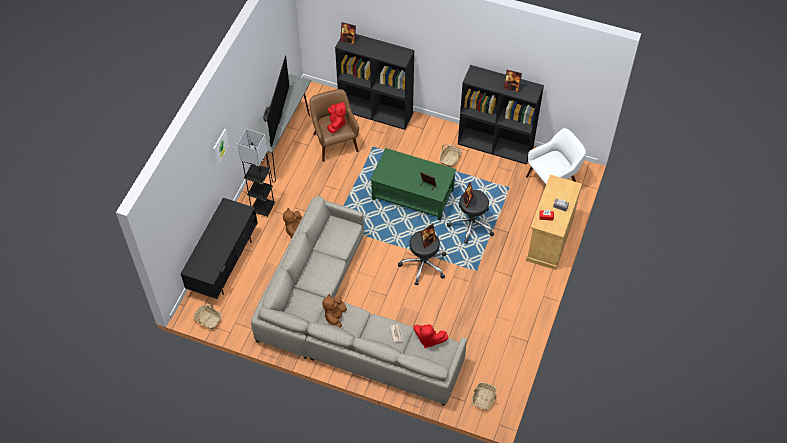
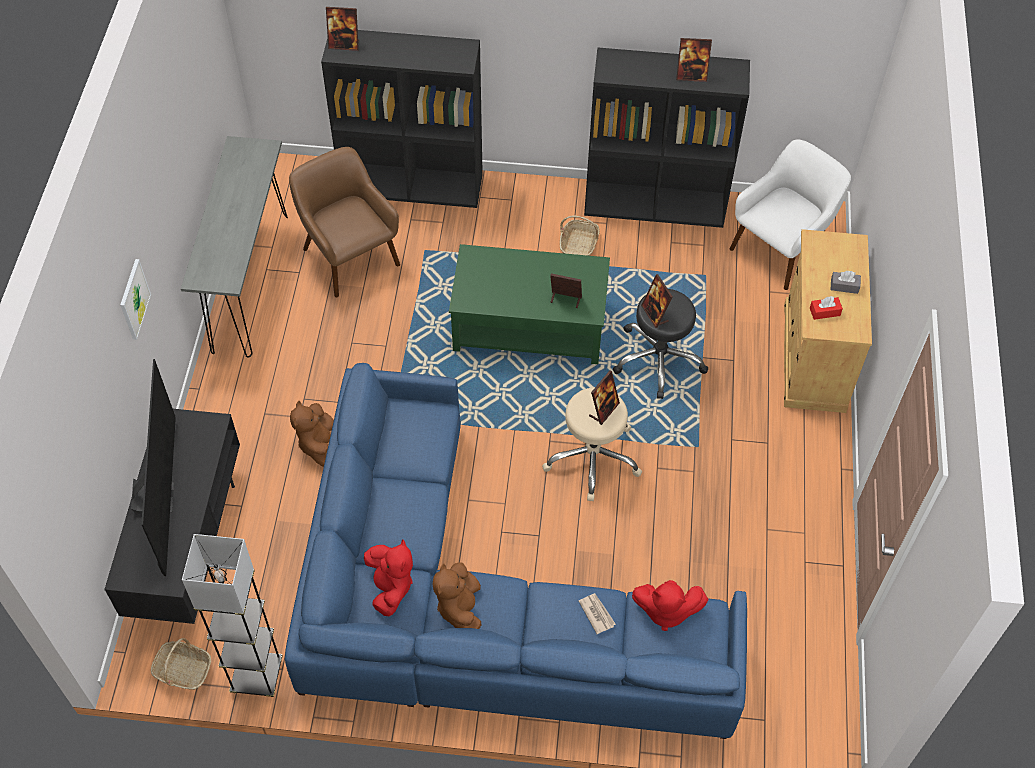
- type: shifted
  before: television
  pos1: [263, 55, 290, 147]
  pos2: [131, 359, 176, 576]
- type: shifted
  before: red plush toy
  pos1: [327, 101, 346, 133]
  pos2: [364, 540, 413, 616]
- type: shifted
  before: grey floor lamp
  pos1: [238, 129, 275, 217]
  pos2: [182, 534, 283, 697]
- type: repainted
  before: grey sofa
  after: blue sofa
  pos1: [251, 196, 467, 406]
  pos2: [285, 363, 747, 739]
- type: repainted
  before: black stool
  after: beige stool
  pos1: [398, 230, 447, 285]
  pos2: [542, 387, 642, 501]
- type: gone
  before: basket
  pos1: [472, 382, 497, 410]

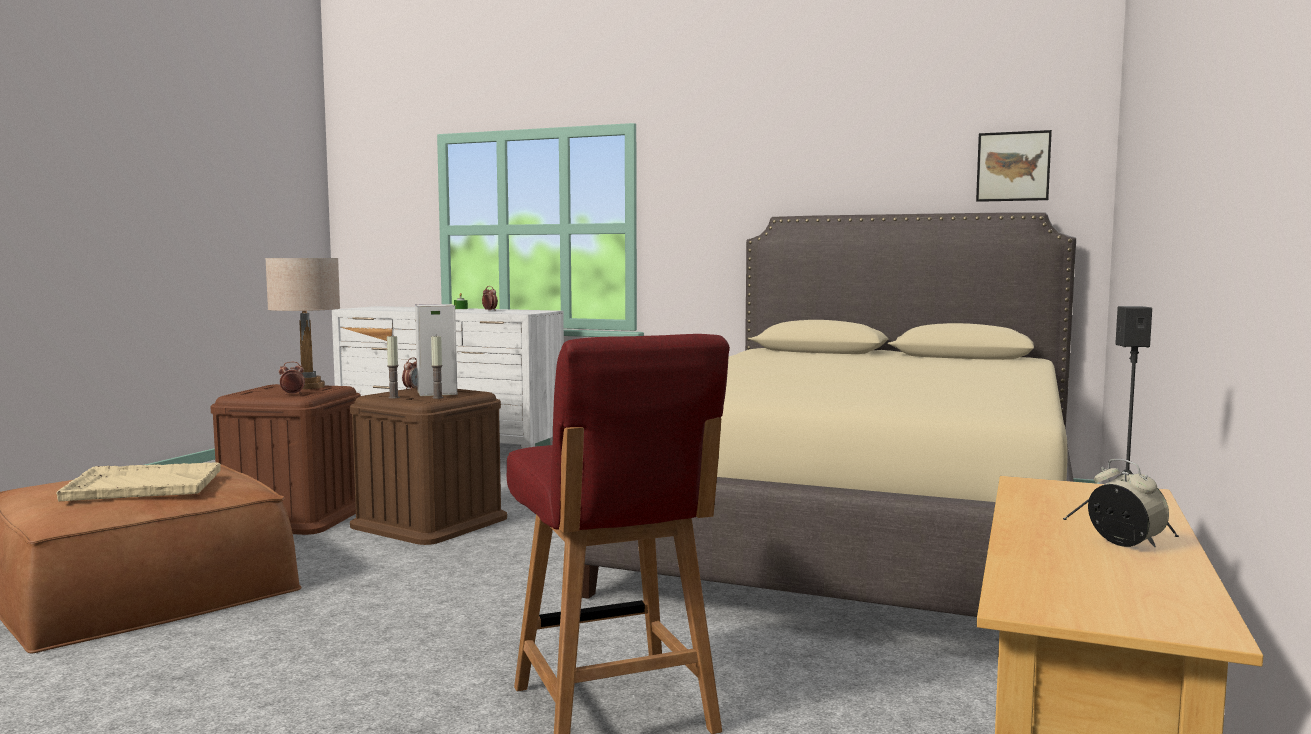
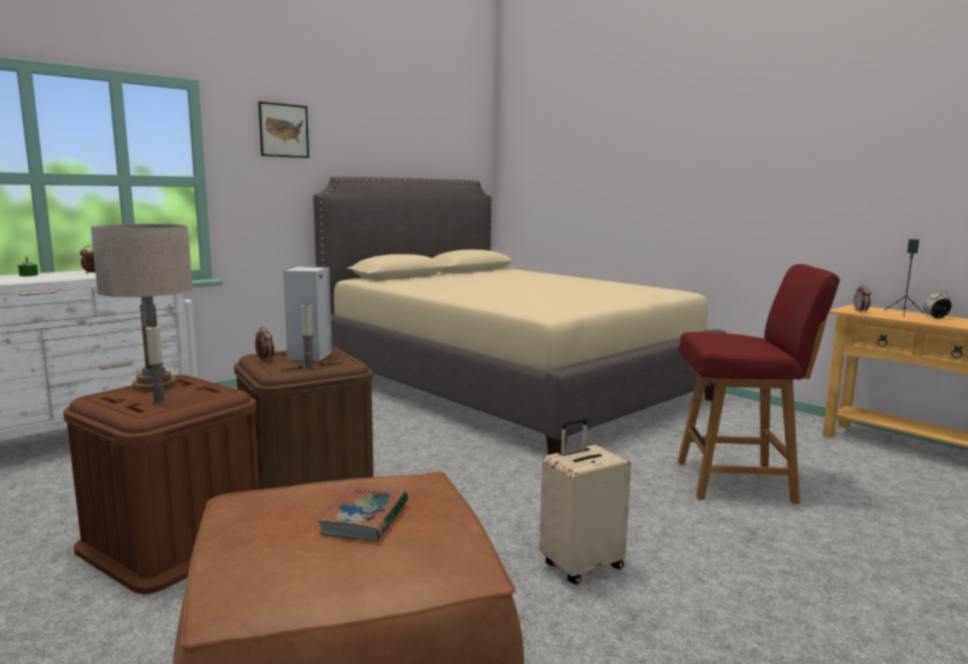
- type: shifted
  before: picture
  pos1: [976, 130, 1052, 202]
  pos2: [258, 101, 309, 158]
- type: shifted
  before: candle
  pos1: [431, 336, 443, 399]
  pos2: [146, 325, 167, 404]
- type: shifted
  before: alarm clock
  pos1: [279, 362, 305, 395]
  pos2: [854, 285, 871, 313]
- type: swapped
  before: beige tray
  after: book
  pos1: [56, 462, 221, 501]
  pos2: [318, 484, 408, 541]
- type: new
  after: beige suitcase
  pos2: [539, 417, 631, 584]

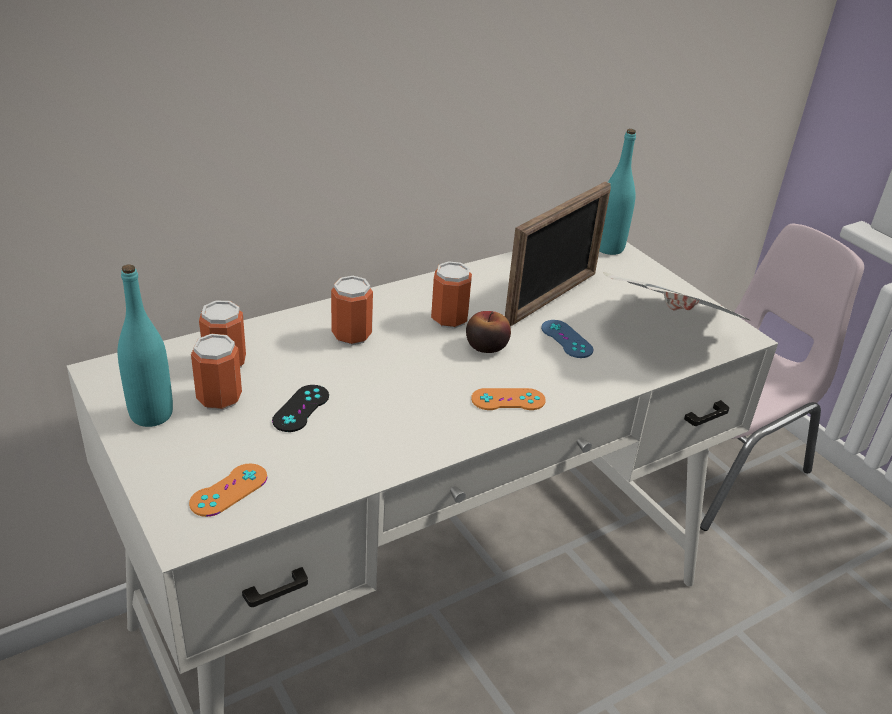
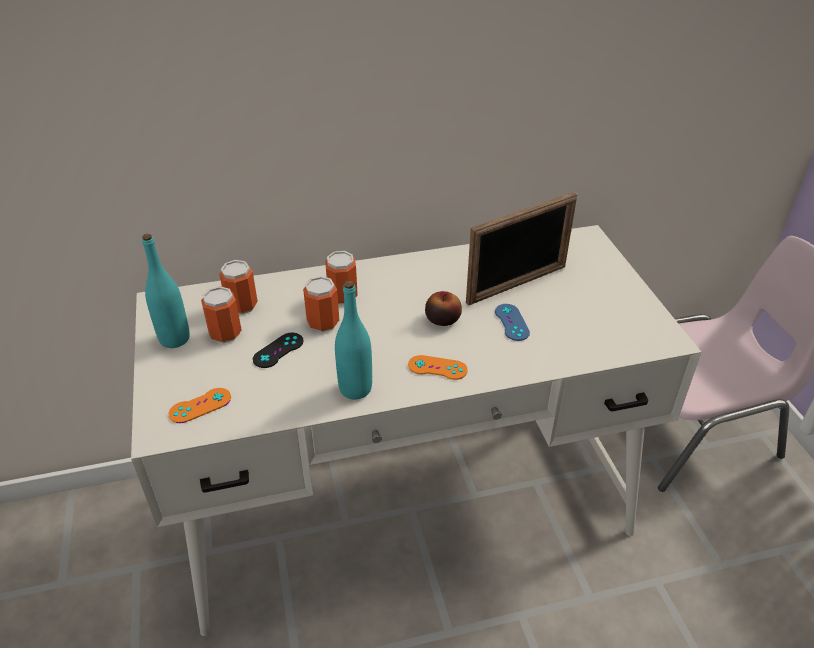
- type: shifted
  before: turquoise bottle
  pos1: [599, 129, 636, 255]
  pos2: [335, 281, 372, 400]
- type: shifted
  before: can
  pos1: [431, 261, 472, 329]
  pos2: [303, 276, 339, 332]
- type: gone
  before: newspaper
  pos1: [603, 272, 751, 321]

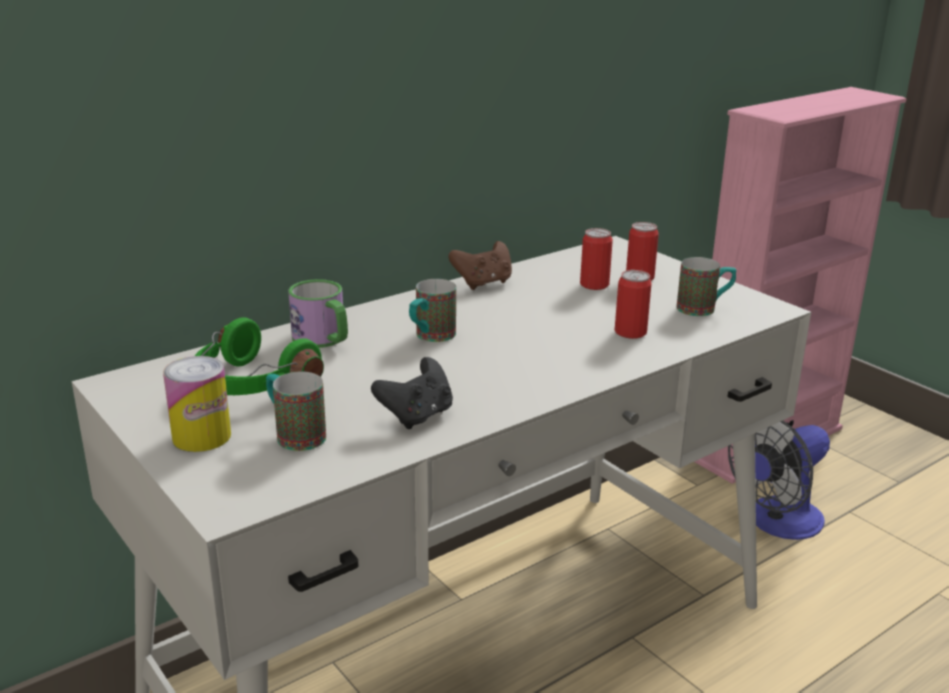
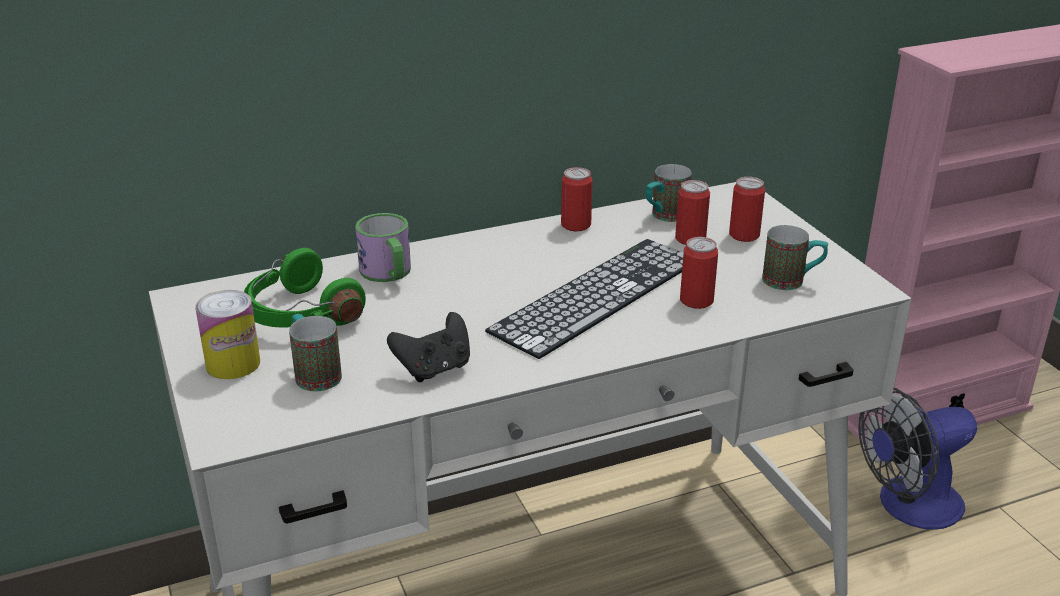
- type: swapped
  before: brown game controller
  after: can
  pos1: [448, 241, 512, 290]
  pos2: [561, 167, 592, 231]
- type: shifted
  before: mug
  pos1: [409, 279, 456, 342]
  pos2: [645, 164, 692, 222]
- type: new
  after: keyboard
  pos2: [485, 239, 684, 359]

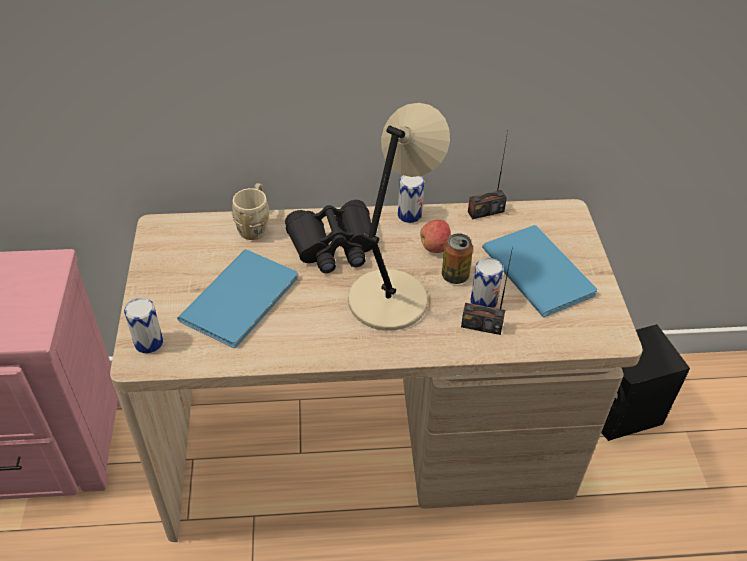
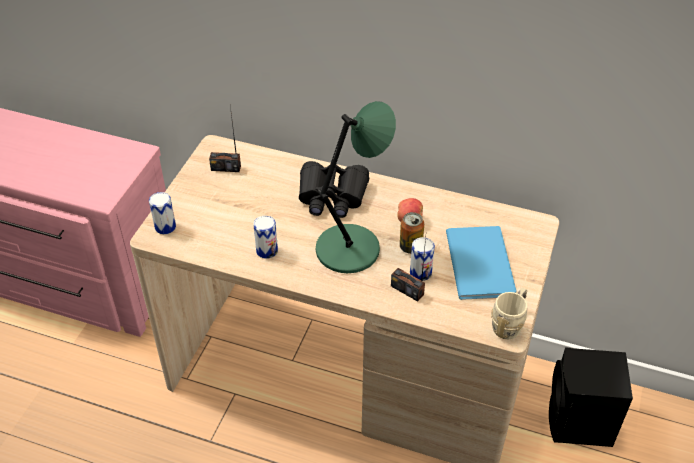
- type: repainted
  before: beige table lamp
  after: green table lamp
  pos1: [348, 103, 450, 331]
  pos2: [316, 101, 396, 273]
- type: shifted
  before: radio
  pos1: [468, 132, 508, 219]
  pos2: [209, 106, 241, 172]
- type: shifted
  before: can
  pos1: [398, 175, 425, 223]
  pos2: [253, 216, 278, 259]
- type: shifted
  before: beige mug
  pos1: [232, 183, 269, 240]
  pos2: [491, 288, 527, 340]
- type: gone
  before: blue book
  pos1: [177, 249, 298, 348]

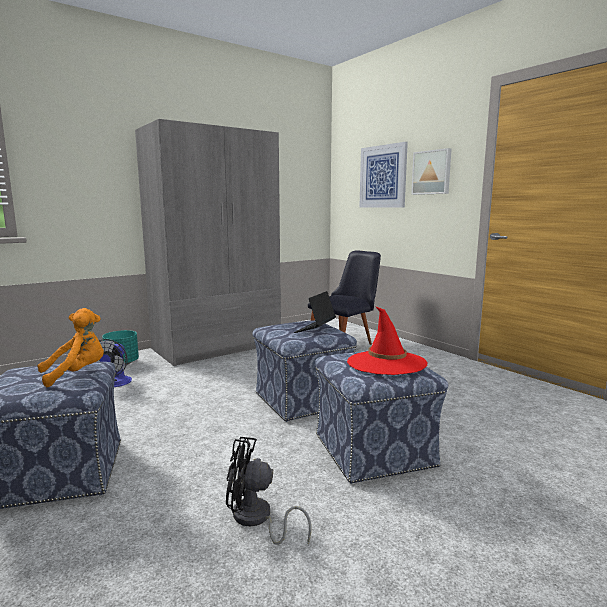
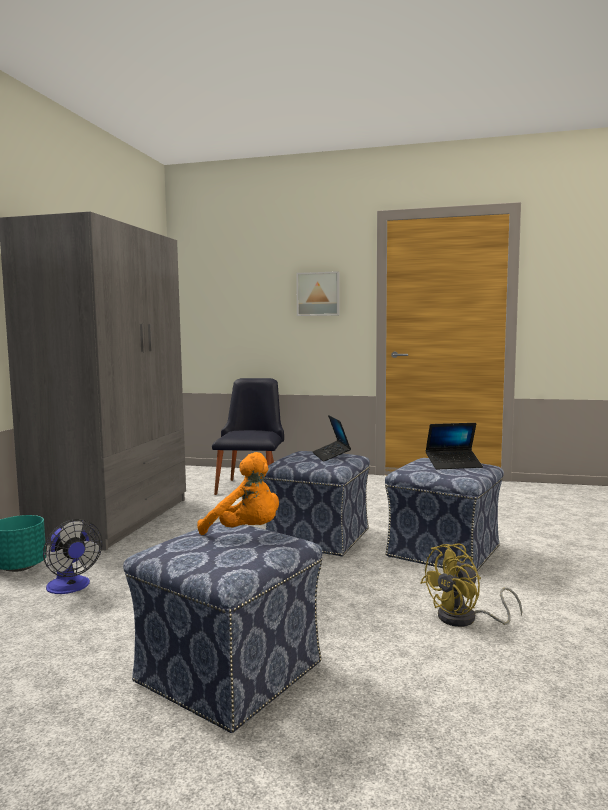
- type: gone
  before: picture
  pos1: [359, 142, 408, 208]
- type: swapped
  before: red hat
  after: laptop
  pos1: [347, 306, 428, 375]
  pos2: [425, 423, 483, 470]
- type: rotated
  before: orange plush toy
  pos1: [37, 308, 104, 387]
  pos2: [197, 452, 279, 535]
  turn: 105
- type: repainted
  before: black fan
  after: yellow fan
  pos1: [226, 437, 312, 545]
  pos2: [421, 543, 523, 627]

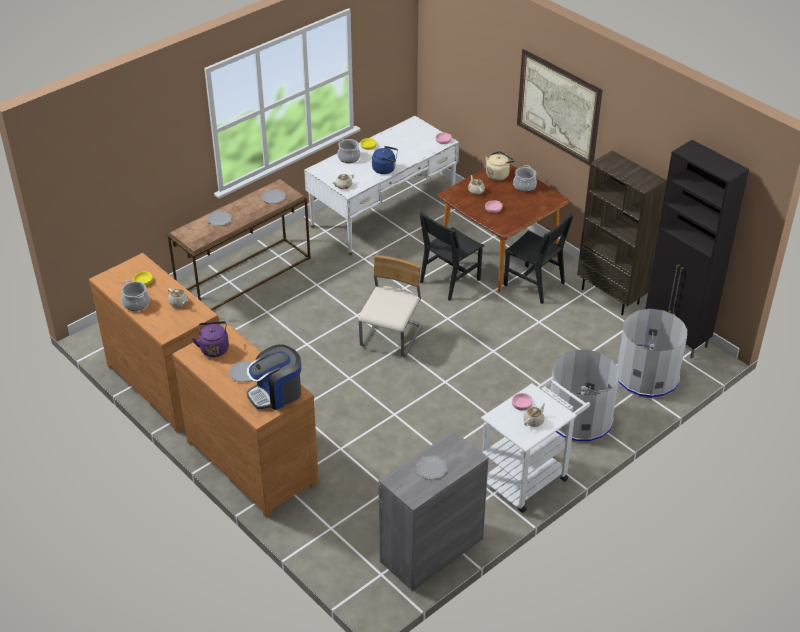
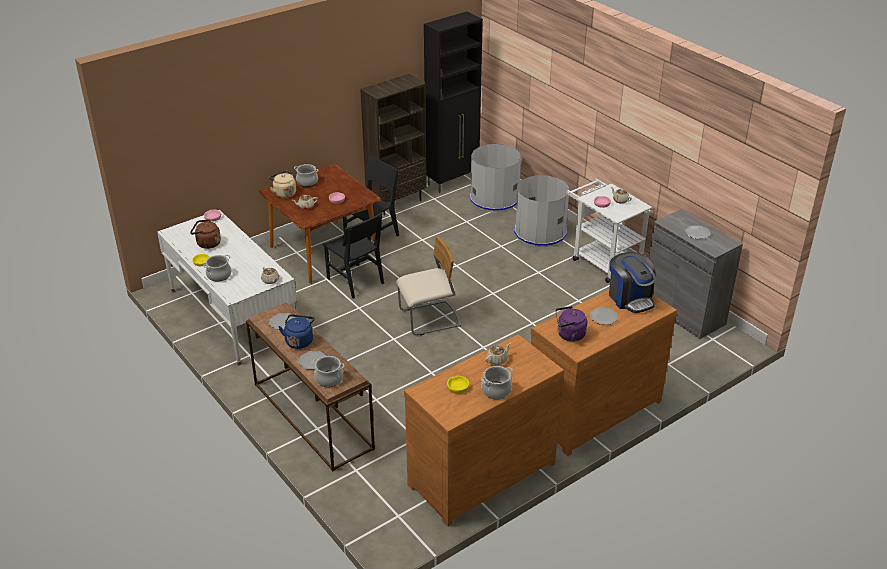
- type: gone
  before: picture
  pos1: [517, 49, 602, 166]
- type: shifted
  before: blue kettle
  pos1: [372, 146, 398, 174]
  pos2: [278, 314, 315, 349]
- type: rotated
  before: beige chair
  pos1: [358, 255, 423, 357]
  pos2: [396, 236, 461, 335]
  turn: 135
- type: new
  after: brown kettle
  pos2: [190, 219, 221, 249]
- type: new
  after: cooking pot
  pos2: [311, 356, 344, 387]

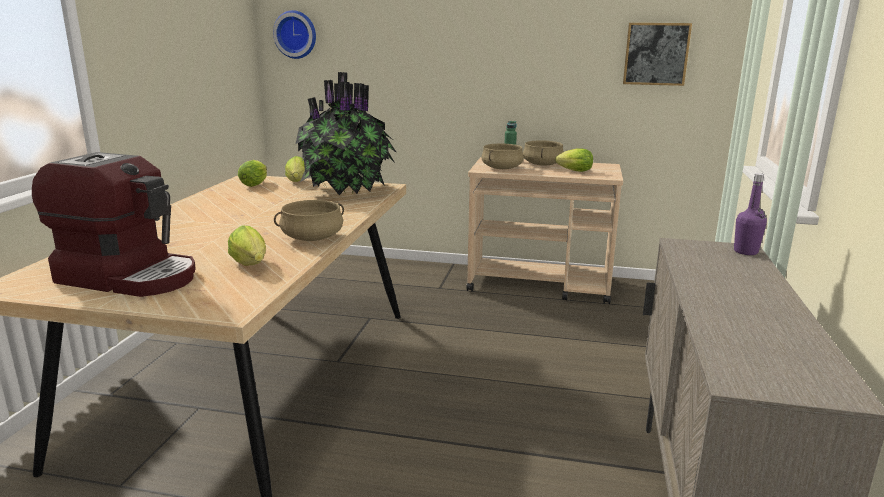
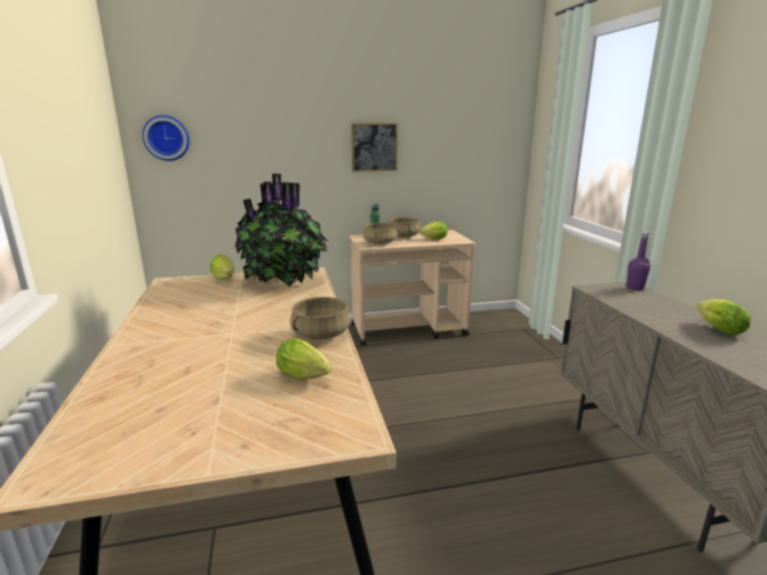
- type: shifted
  before: picture
  pos1: [623, 23, 692, 86]
  pos2: [351, 123, 398, 172]
- type: gone
  before: coffee machine
  pos1: [32, 152, 196, 297]
- type: shifted
  before: lettuce
  pos1: [238, 160, 267, 187]
  pos2: [697, 299, 751, 335]

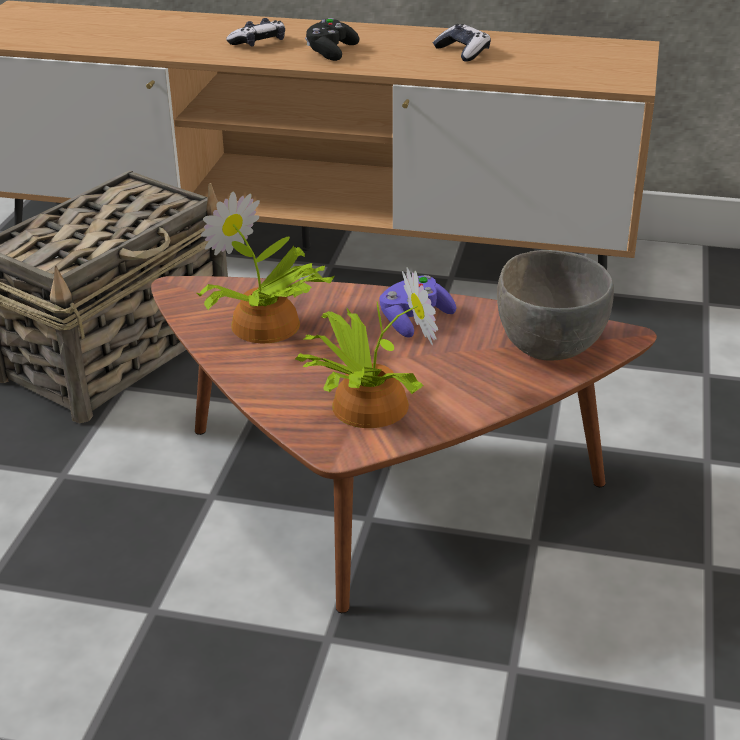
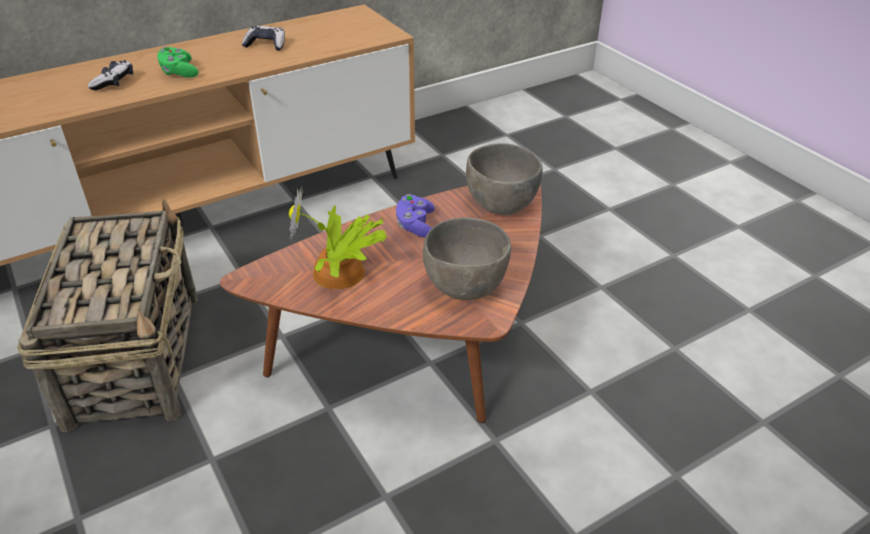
- type: repainted
  before: black game controller
  after: green game controller
  pos1: [305, 18, 359, 61]
  pos2: [157, 47, 198, 78]
- type: swapped
  before: potted plant
  after: grey bowl
  pos1: [295, 267, 438, 428]
  pos2: [423, 217, 511, 300]

